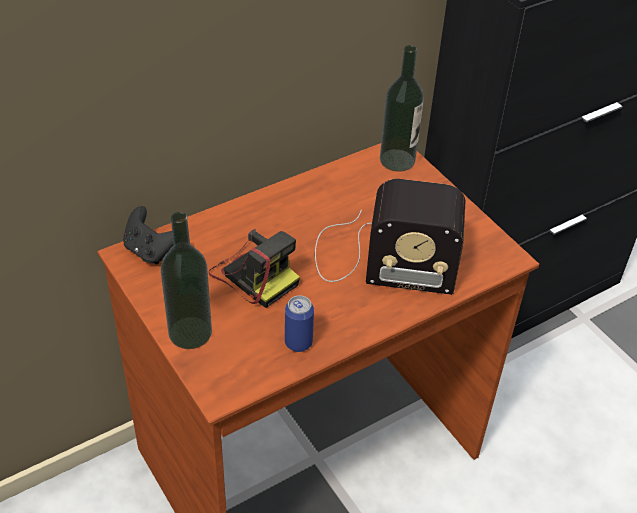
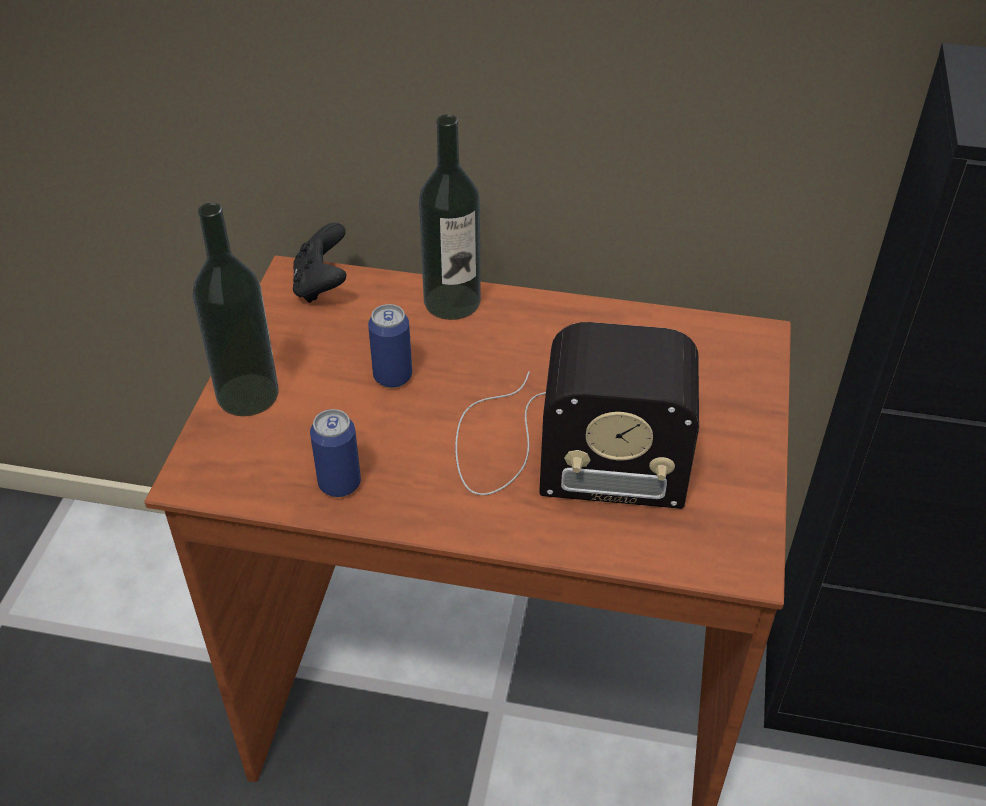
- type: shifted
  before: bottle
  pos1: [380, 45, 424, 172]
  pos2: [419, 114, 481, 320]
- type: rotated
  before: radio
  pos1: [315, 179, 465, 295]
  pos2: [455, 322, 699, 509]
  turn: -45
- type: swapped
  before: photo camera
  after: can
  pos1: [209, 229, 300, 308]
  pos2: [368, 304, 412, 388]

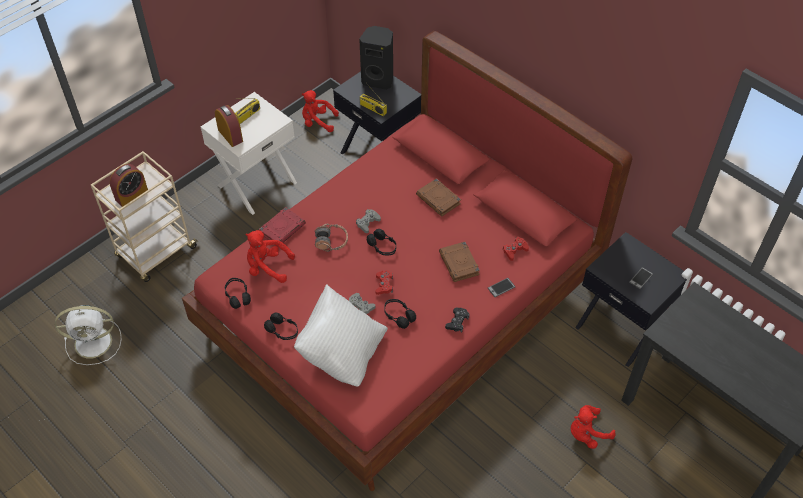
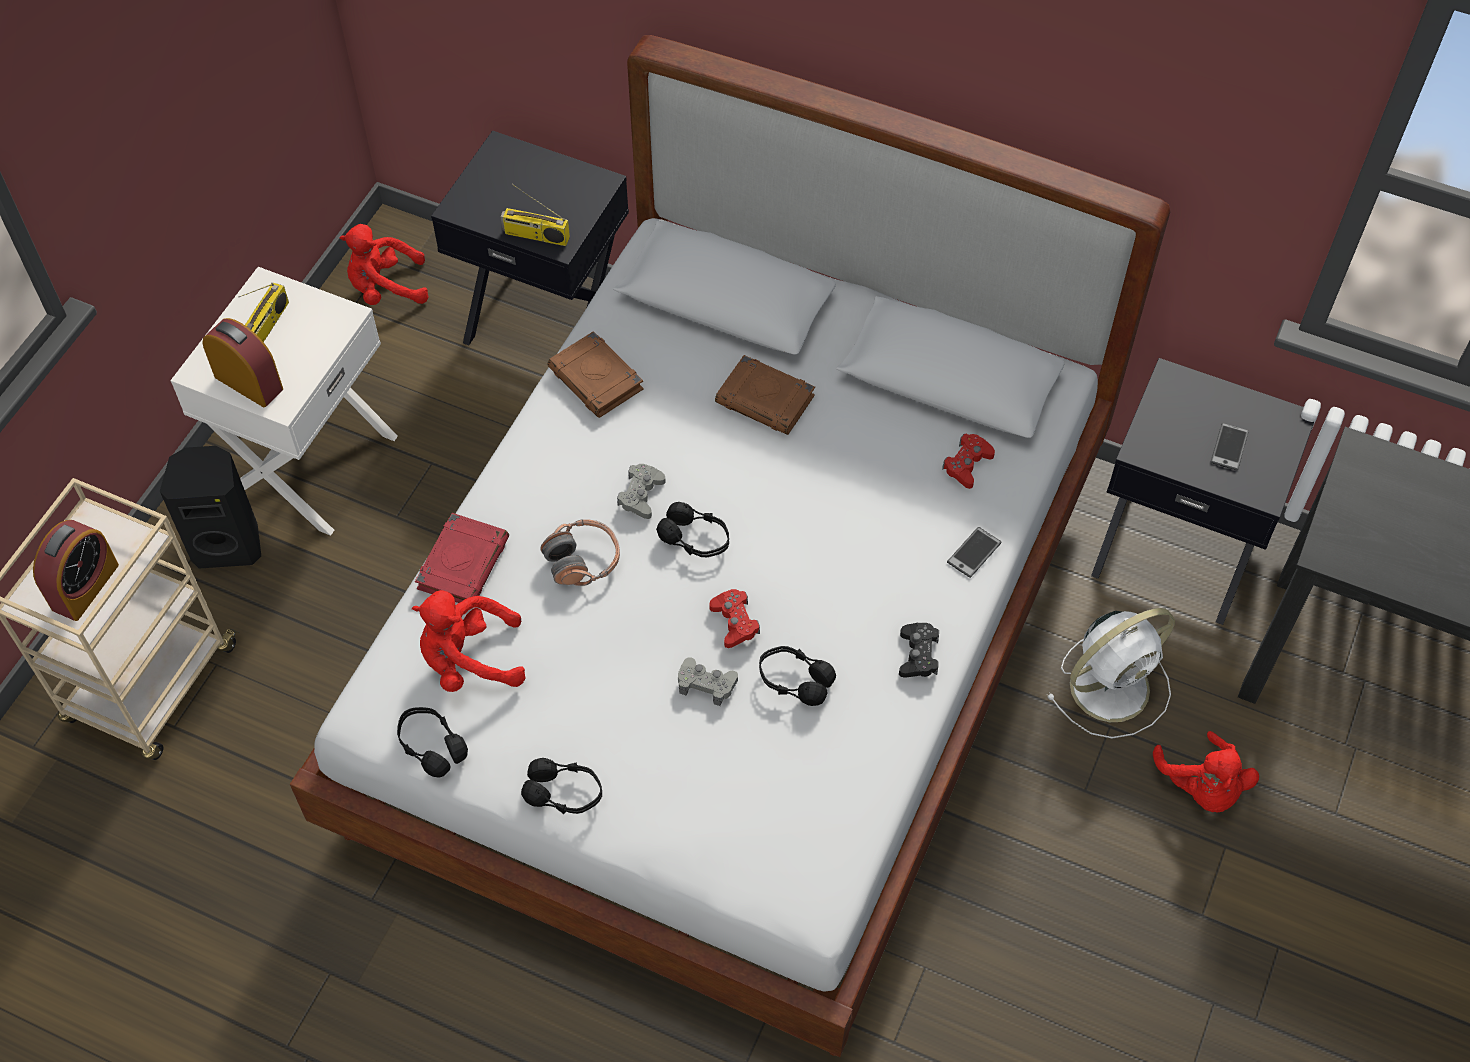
- type: shifted
  before: black speaker
  pos1: [359, 26, 393, 90]
  pos2: [160, 446, 261, 569]
- type: repainted
  before: red bed
  after: white bed
  pos1: [182, 31, 632, 491]
  pos2: [290, 35, 1170, 1057]
- type: shifted
  before: brown book
  pos1: [439, 242, 480, 282]
  pos2: [547, 331, 644, 418]
- type: gone
  before: white pillow
  pos1: [294, 284, 388, 387]
- type: shifted
  before: white fan
  pos1: [55, 305, 122, 365]
  pos2: [1047, 608, 1175, 739]
- type: rotated
  before: red plush toy
  pos1: [570, 405, 616, 449]
  pos2: [1153, 731, 1259, 812]
  turn: -60

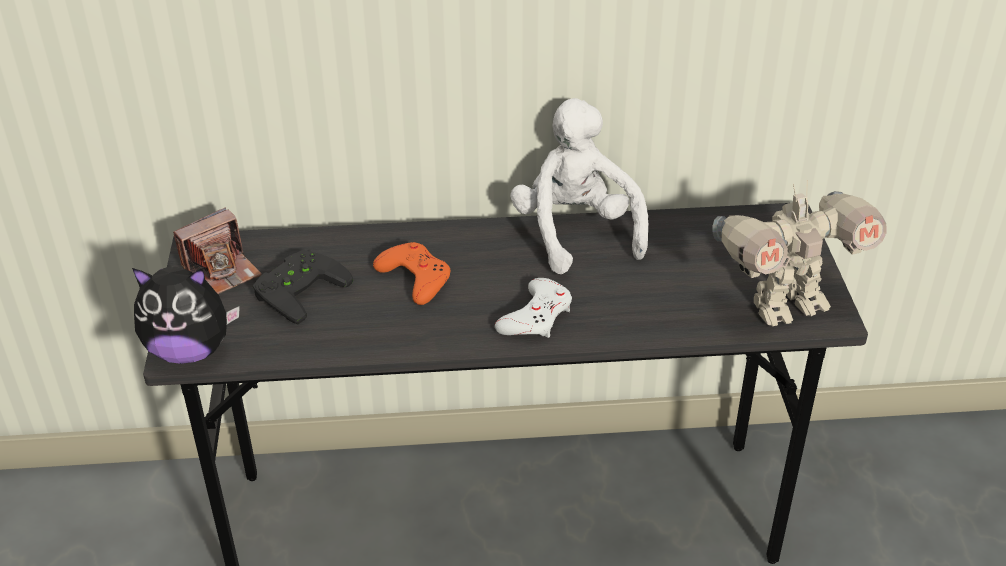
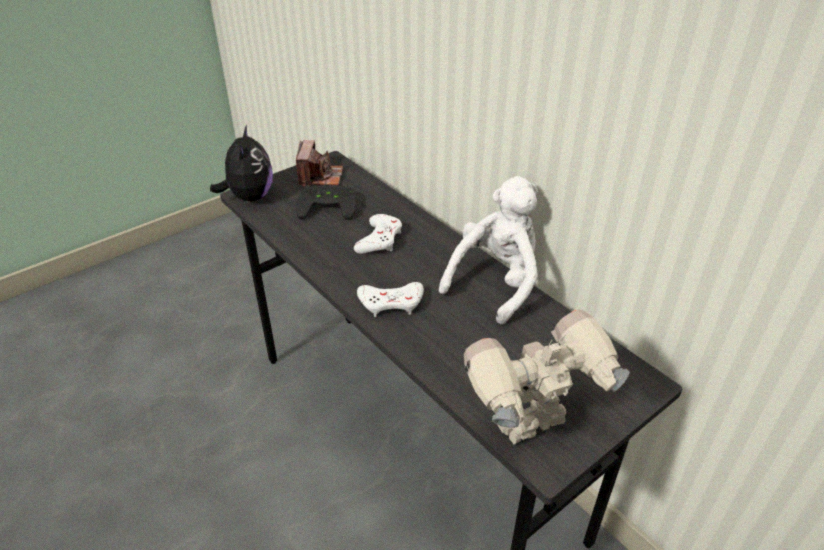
- type: rotated
  before: toy robot
  pos1: [713, 180, 887, 326]
  pos2: [464, 310, 630, 444]
  turn: 120
- type: rotated
  before: photo camera
  pos1: [173, 208, 262, 294]
  pos2: [296, 140, 343, 187]
  turn: -105
- type: repainted
  before: orange game controller
  after: white game controller
  pos1: [373, 242, 451, 305]
  pos2: [354, 214, 402, 254]
- type: rotated
  before: plush toy
  pos1: [132, 267, 240, 364]
  pos2: [210, 125, 273, 201]
  turn: -150

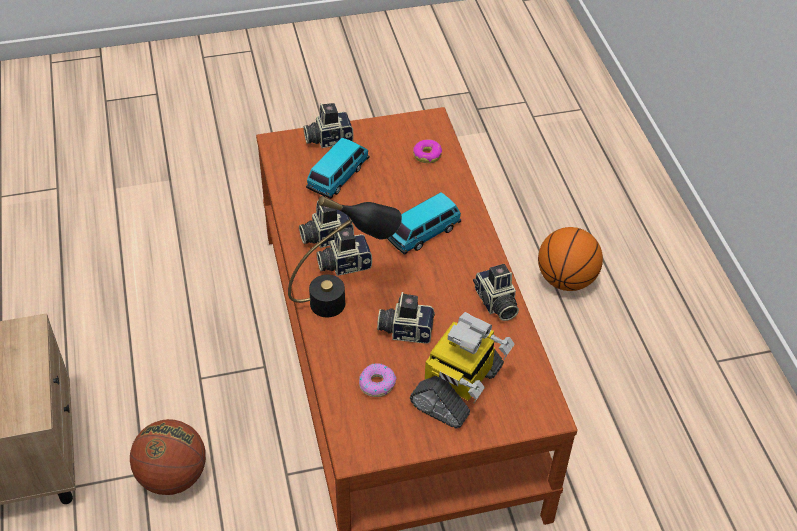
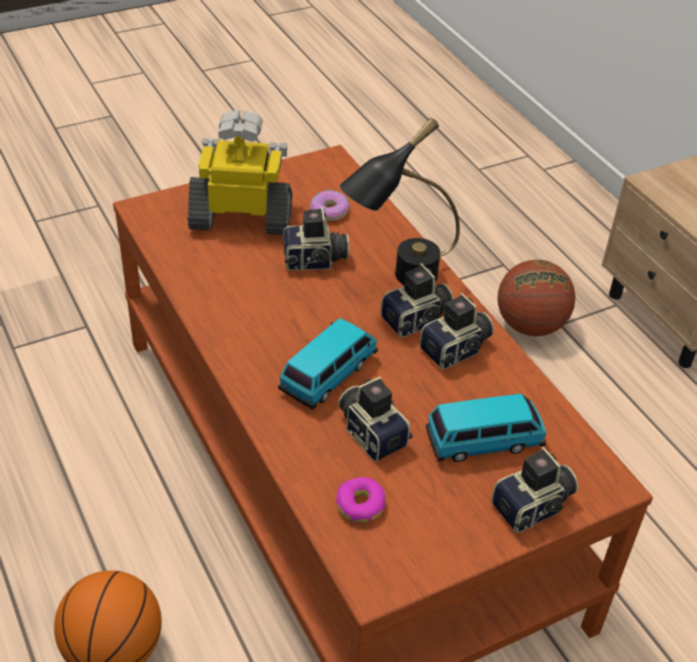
- type: rotated
  before: toy car
  pos1: [306, 138, 370, 199]
  pos2: [426, 394, 547, 462]
  turn: -120
- type: shifted
  before: photo camera
  pos1: [473, 264, 519, 321]
  pos2: [338, 376, 413, 462]
- type: rotated
  before: toy robot
  pos1: [410, 312, 515, 429]
  pos2: [188, 110, 292, 235]
  turn: 75

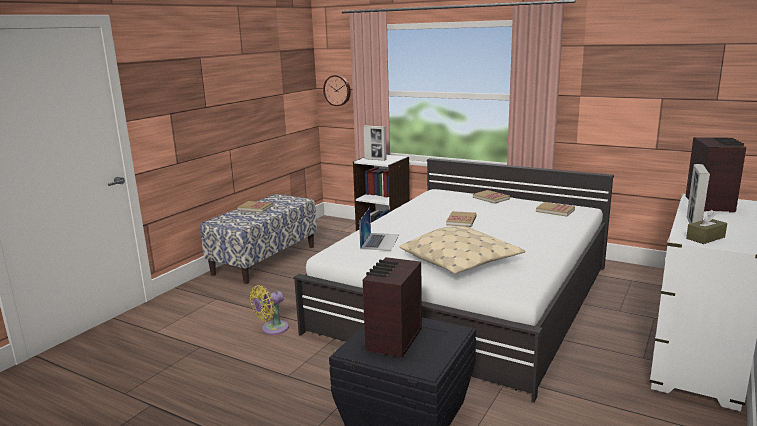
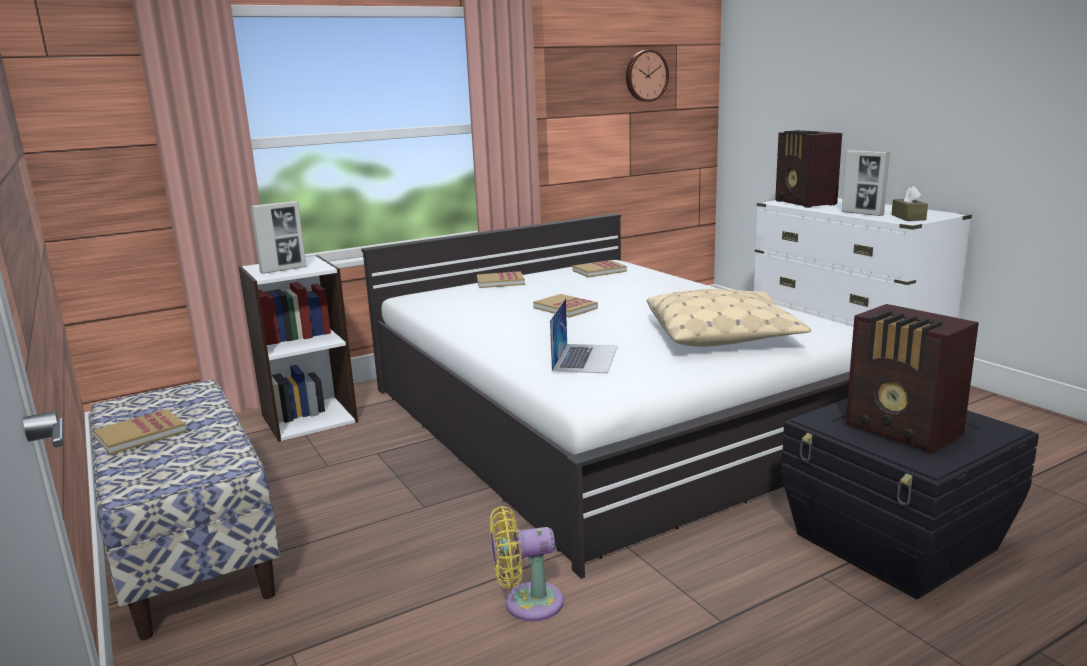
- type: shifted
  before: wall clock
  pos1: [323, 75, 351, 106]
  pos2: [626, 50, 669, 102]
- type: rotated
  before: radio
  pos1: [685, 137, 747, 213]
  pos2: [775, 130, 842, 208]
  turn: -150
- type: rotated
  before: laptop
  pos1: [359, 207, 399, 251]
  pos2: [550, 298, 618, 374]
  turn: 60
- type: rotated
  before: yellow fan
  pos1: [250, 285, 289, 335]
  pos2: [490, 506, 563, 621]
  turn: 90

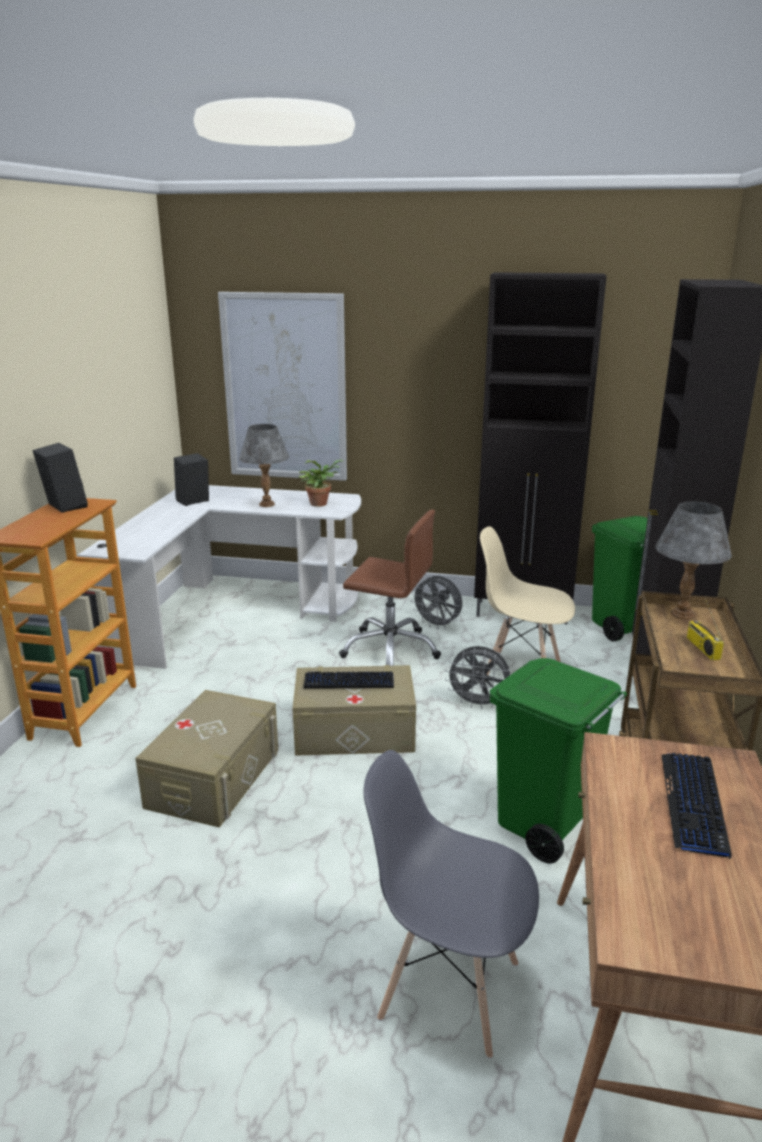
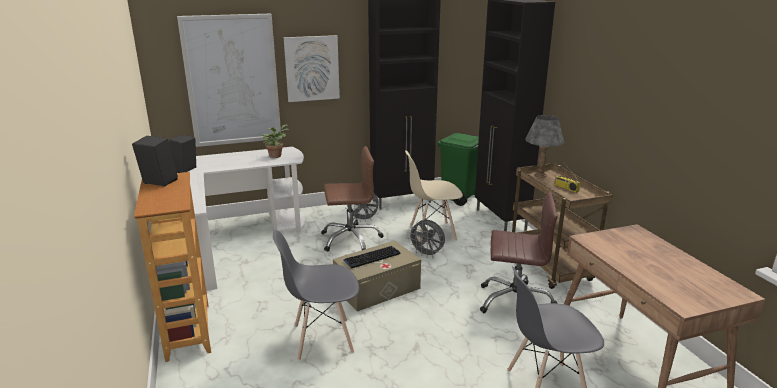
- type: gone
  before: grey table lamp
  pos1: [239, 424, 289, 507]
- type: rotated
  before: grey fan
  pos1: [445, 646, 510, 709]
  pos2: [408, 220, 445, 258]
  turn: 45
- type: swapped
  before: green trash can
  after: brown office chair
  pos1: [490, 658, 627, 864]
  pos2: [480, 192, 558, 313]
- type: swapped
  before: beige storage box
  after: grey chair
  pos1: [135, 690, 278, 828]
  pos2: [273, 230, 360, 361]
- type: gone
  before: keyboard
  pos1: [661, 753, 732, 859]
- type: new
  after: picture
  pos2: [284, 35, 340, 102]

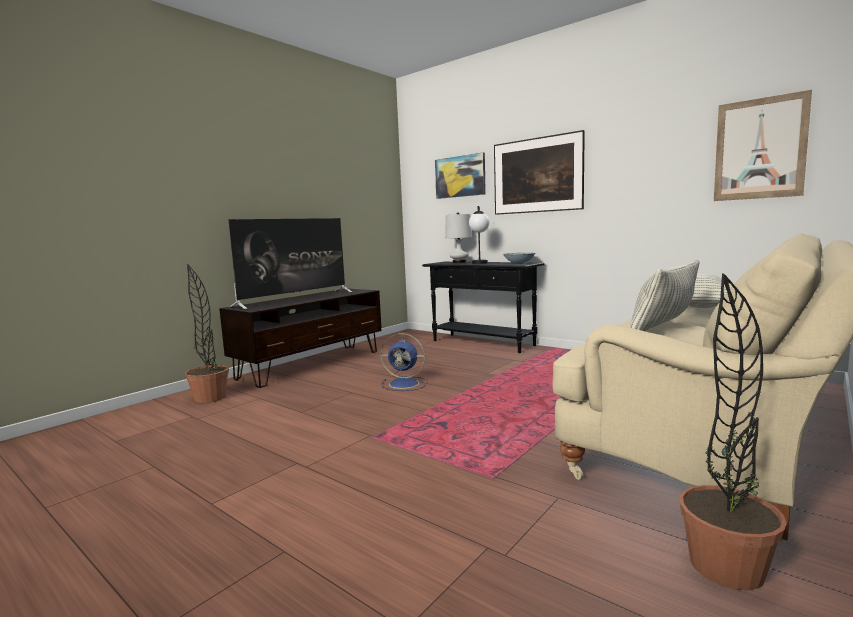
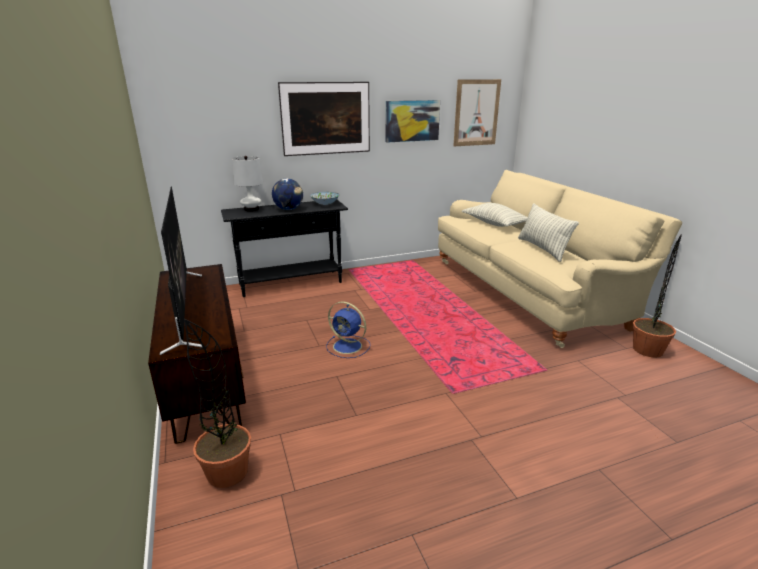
- type: shifted
  before: picture
  pos1: [435, 153, 486, 199]
  pos2: [386, 100, 440, 143]
- type: swapped
  before: table lamp
  after: globe
  pos1: [469, 206, 489, 264]
  pos2: [272, 178, 303, 210]
- type: rotated
  before: blue fan
  pos1: [381, 333, 428, 391]
  pos2: [326, 301, 370, 358]
  turn: 75

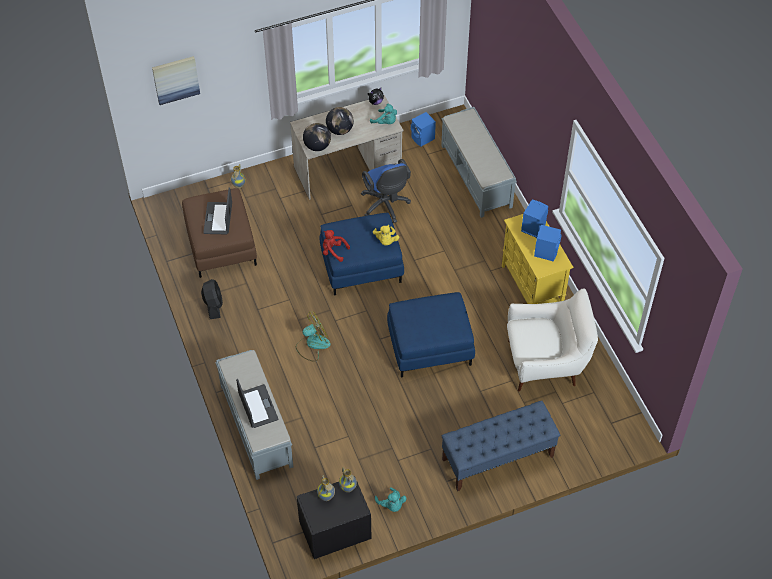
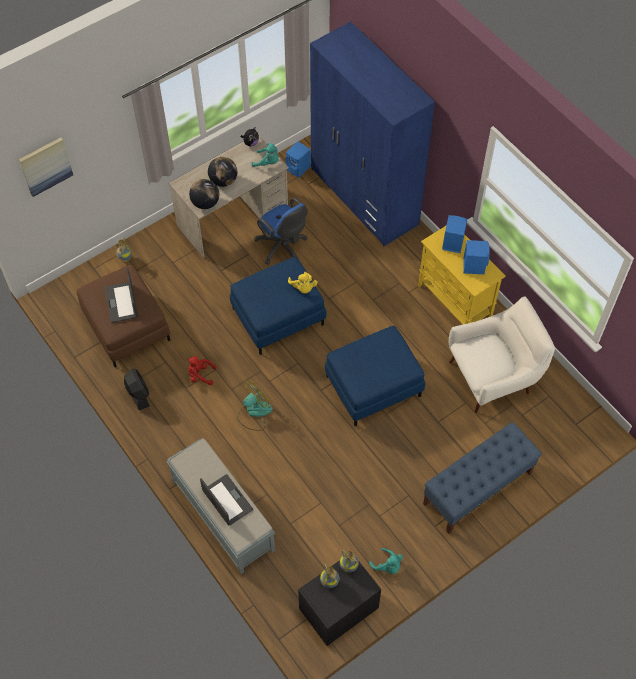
- type: swapped
  before: grey bench
  after: blue wardrobe
  pos1: [441, 107, 517, 218]
  pos2: [310, 21, 435, 246]
- type: shifted
  before: red plush toy
  pos1: [323, 230, 350, 262]
  pos2: [188, 356, 217, 385]

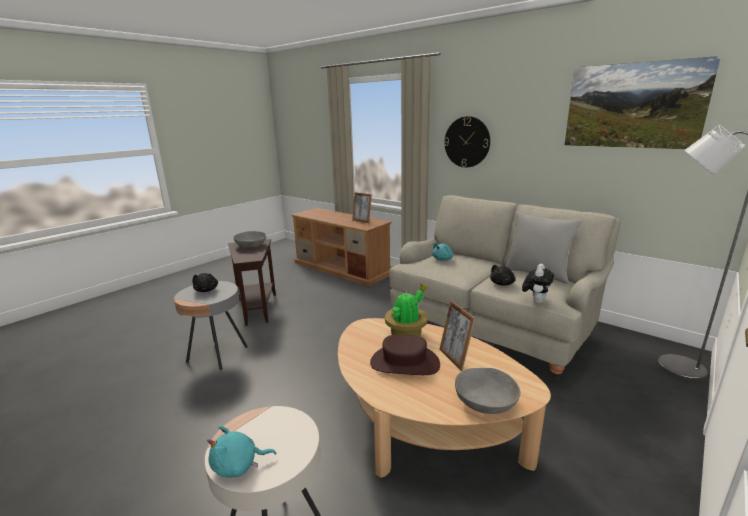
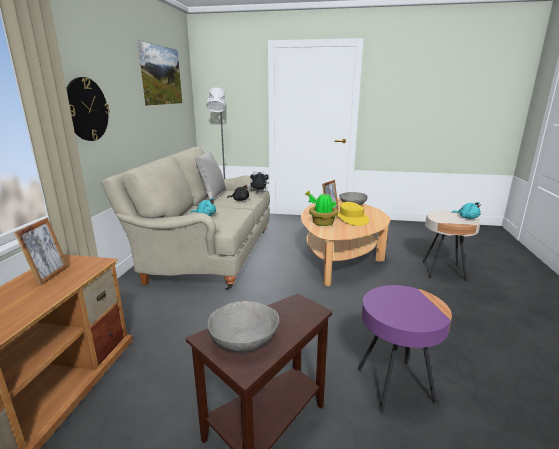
- type: gone
  before: black plush toy
  pos1: [192, 273, 218, 292]
- type: repainted
  before: grey side table
  after: purple side table
  pos1: [174, 281, 248, 370]
  pos2: [358, 285, 452, 413]
- type: repainted
  before: brown hat
  after: yellow hat
  pos1: [370, 335, 440, 375]
  pos2: [337, 202, 369, 226]

